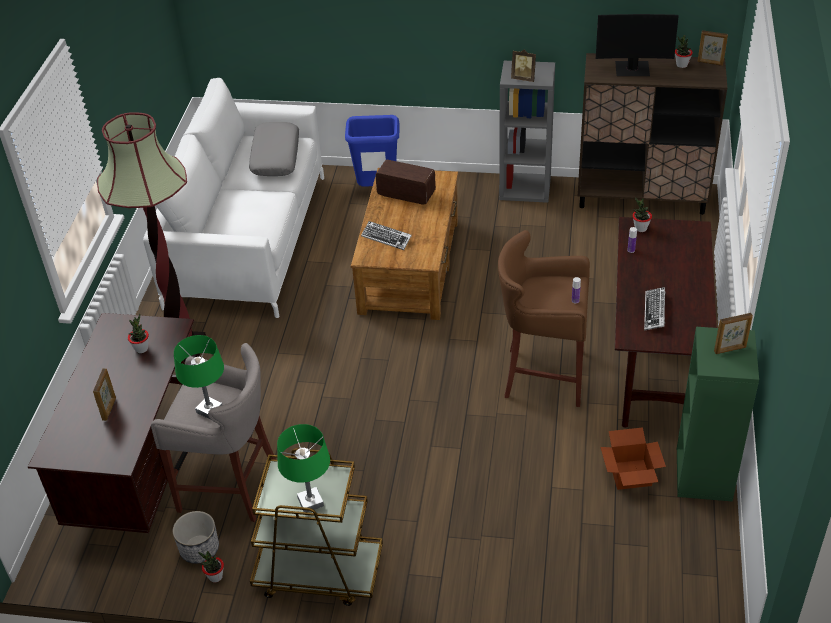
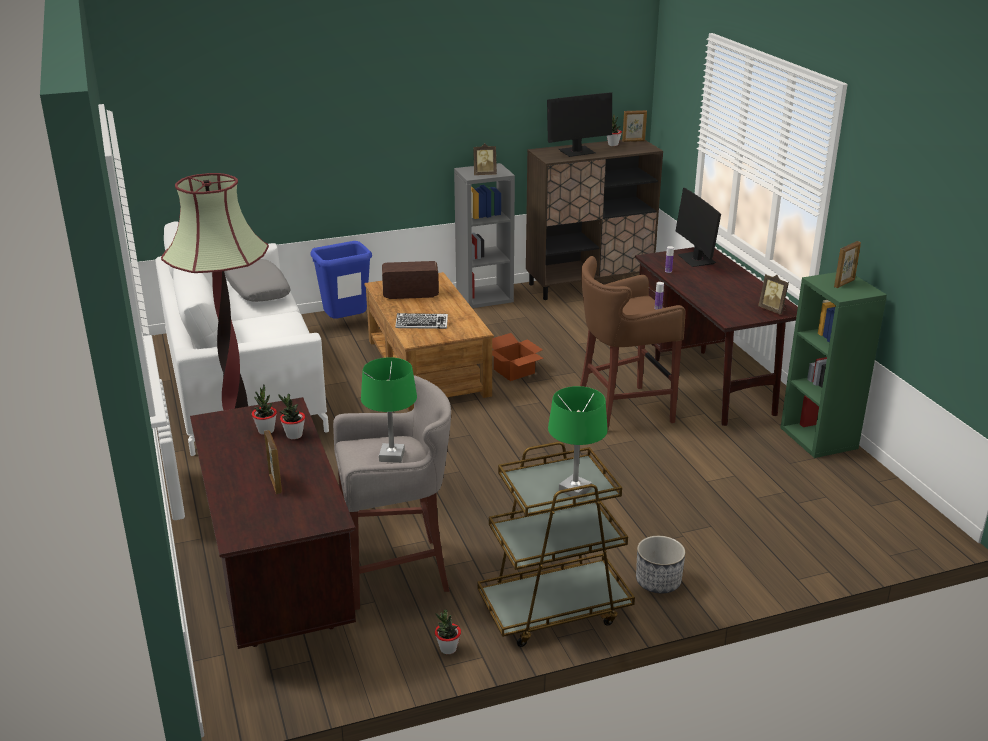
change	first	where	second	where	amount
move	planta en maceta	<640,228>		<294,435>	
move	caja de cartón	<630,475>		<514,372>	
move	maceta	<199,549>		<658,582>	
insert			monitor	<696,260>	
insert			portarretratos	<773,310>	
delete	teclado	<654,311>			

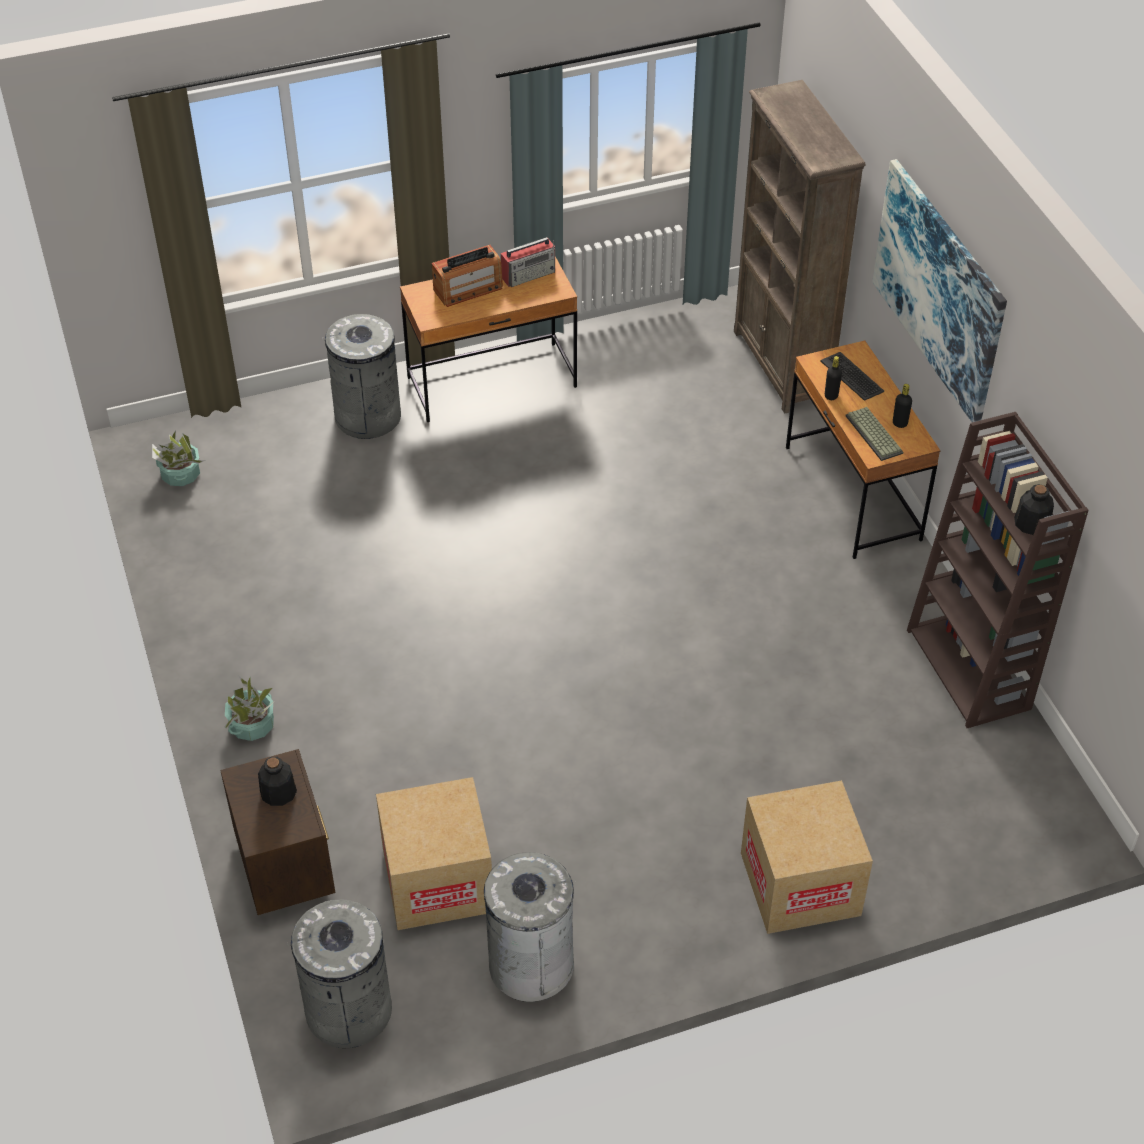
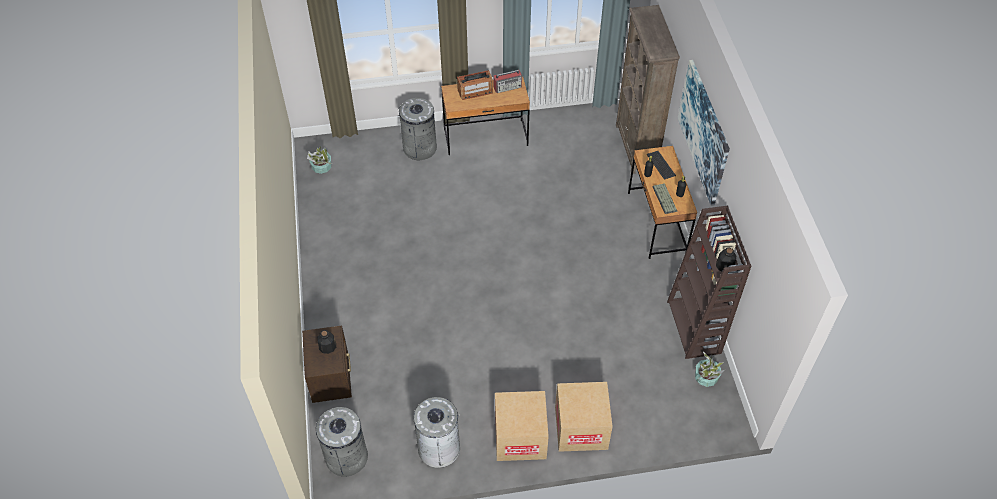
change	first	where	second	where	amount
move	caja de cartón	<437,880>		<520,437>	
move	planta en maceta	<252,725>		<706,377>	

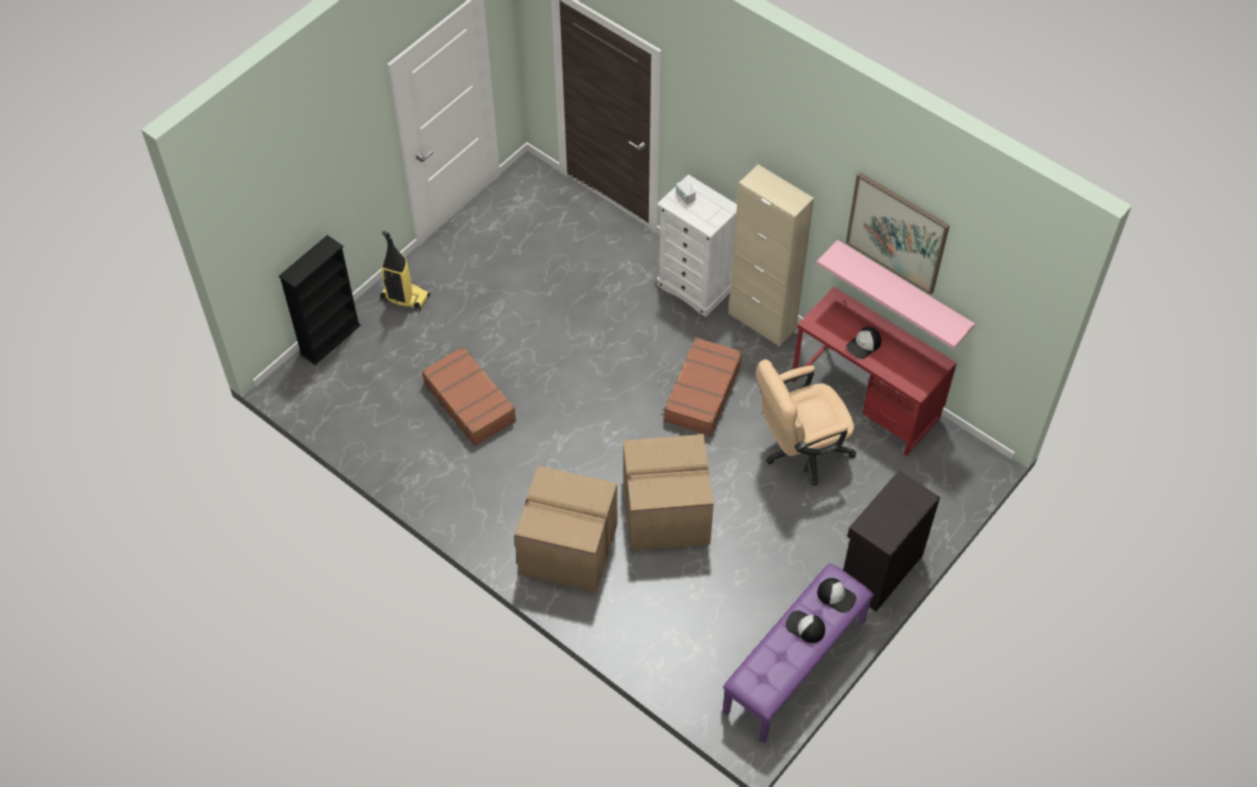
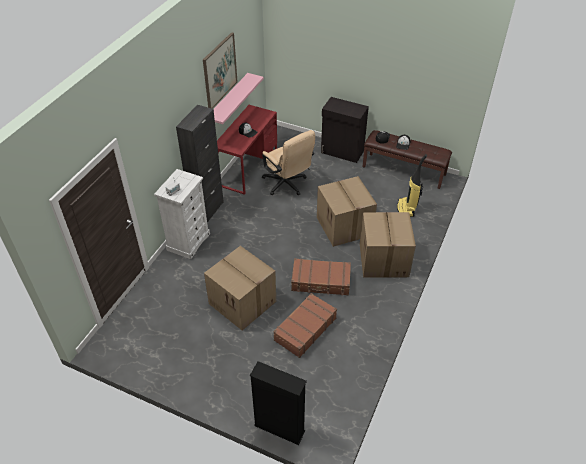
change	first	where	second	where	amount
recolor	armario [beis]	<762,321>	armario [negro]	<207,211>	
insert			caja de cartón	<243,302>	
move	maleta [marrón]	<701,393>		<321,282>	
recolor	banco [morado]	<795,667>	banco [marrón]	<404,170>	
move	aspiradora	<404,298>		<406,208>	

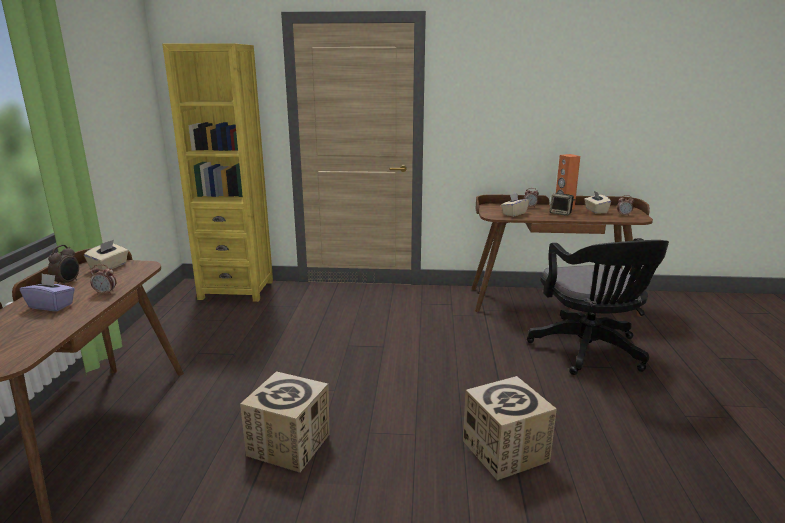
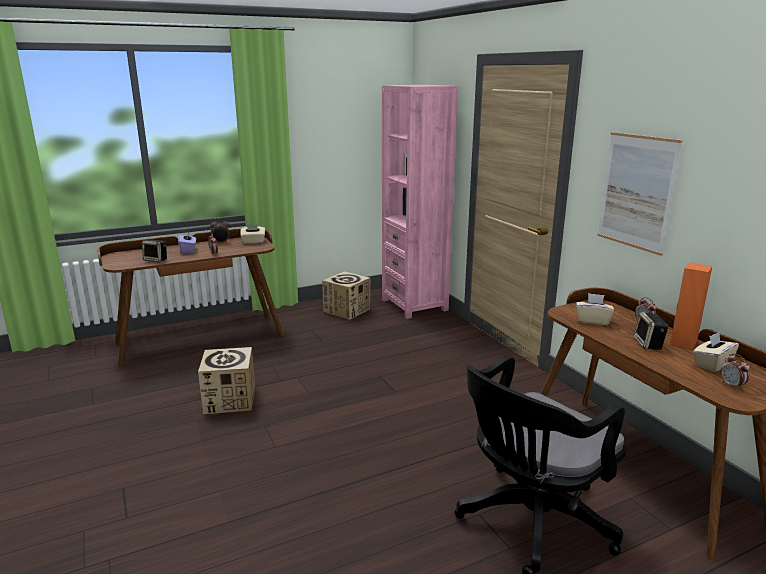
change	first	where	second	where	amount
insert			altavoz	<156,260>	
move	caja de cartón	<505,451>		<347,310>	
recolor	estantería [amarillo]	<236,290>	estantería [rosa]	<414,305>	
insert			cuadro	<636,192>	

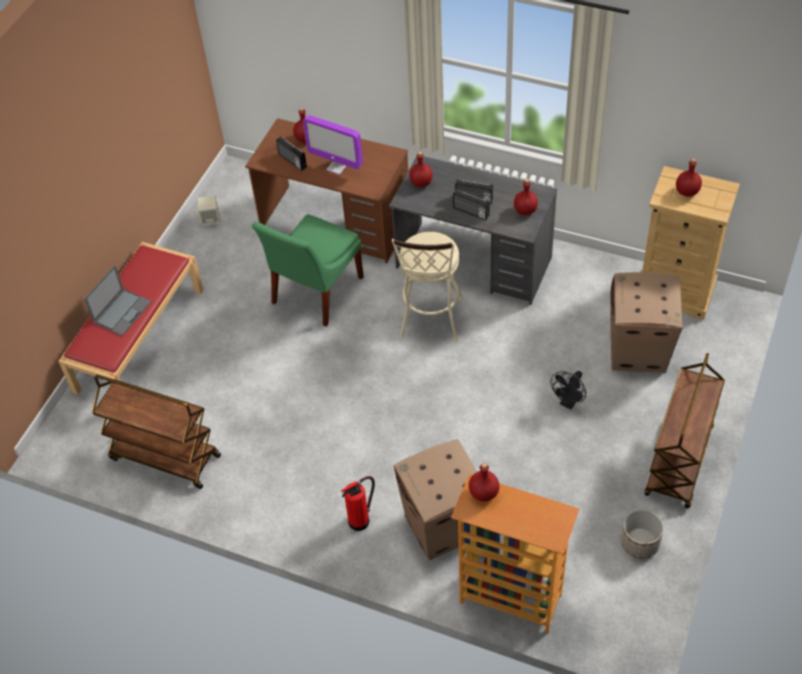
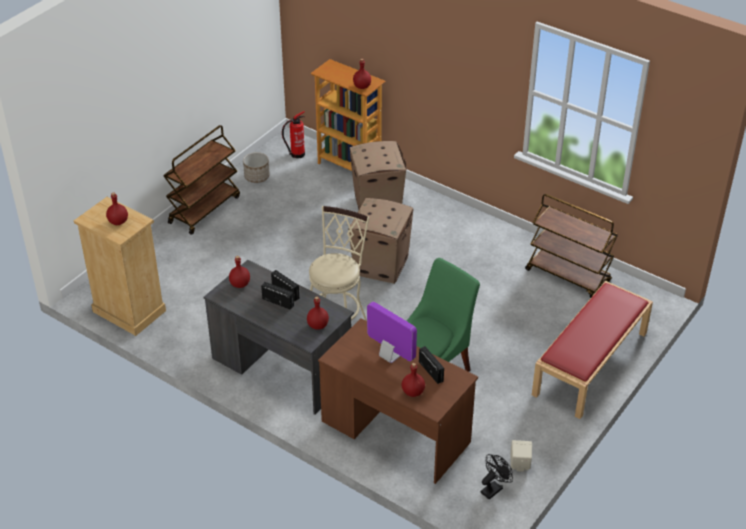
change	first	where	second	where	amount
move	extintor	<360,520>		<296,154>	
move	caja de cartón	<638,351>		<381,265>	
move	ventilador [negro]	<569,402>		<494,488>	
delete	portátil	<122,311>			

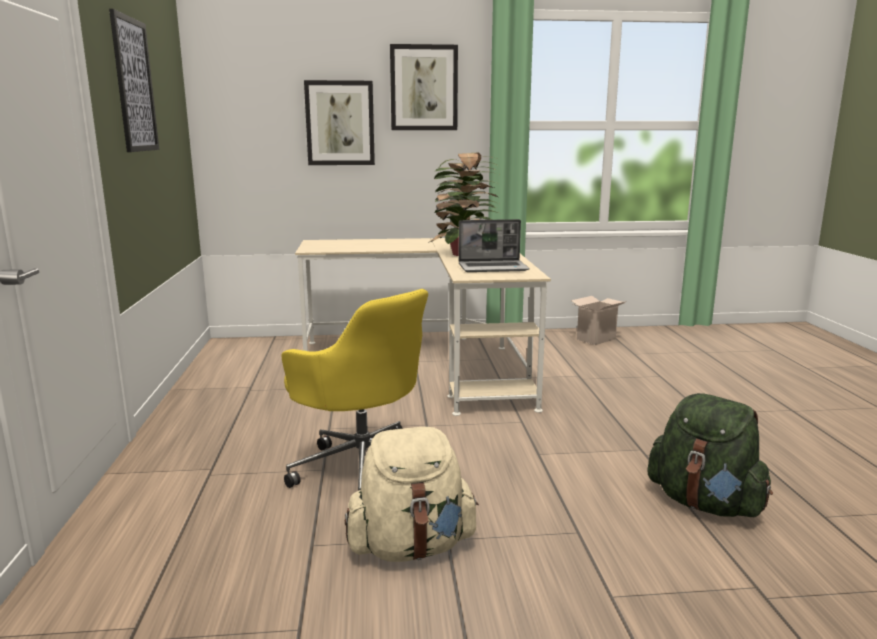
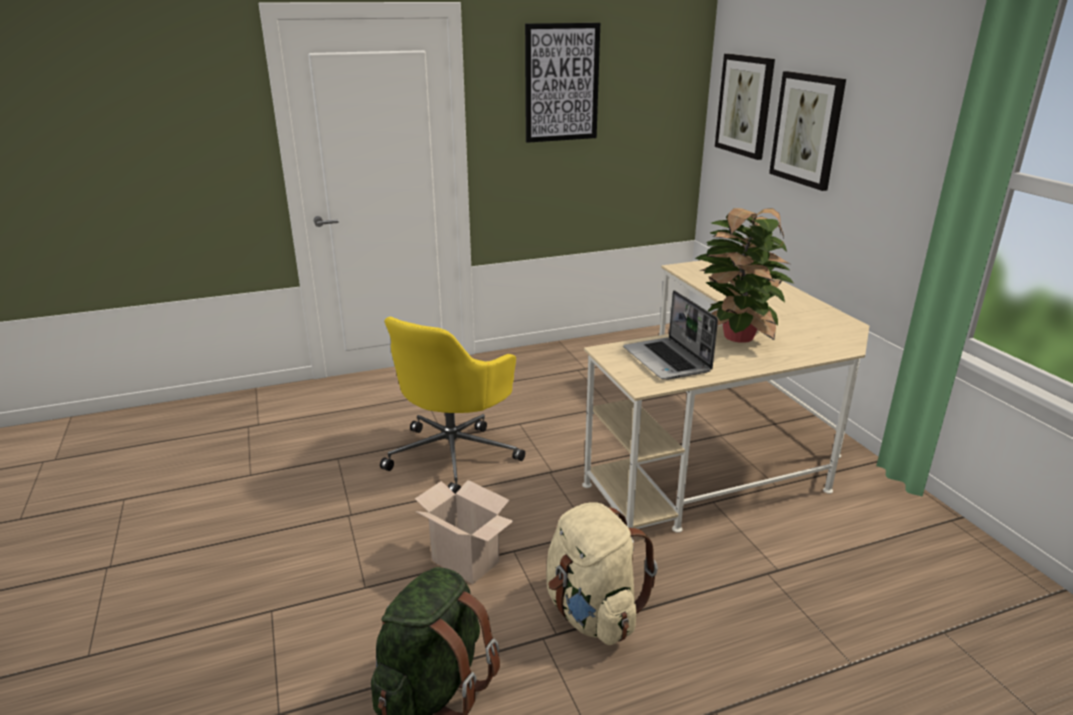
change	first	where	second	where	amount
move	caja de cartón	<596,339>		<468,561>	
move	mochila [beis]	<411,547>		<592,613>	
move	cuadro	<424,88>		<745,105>	

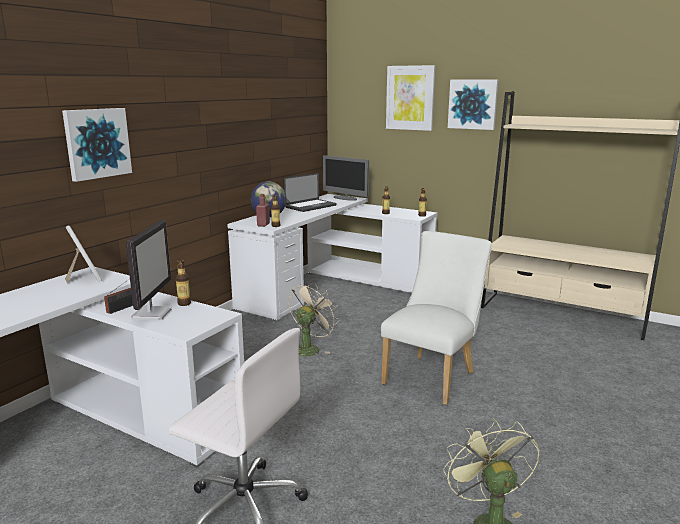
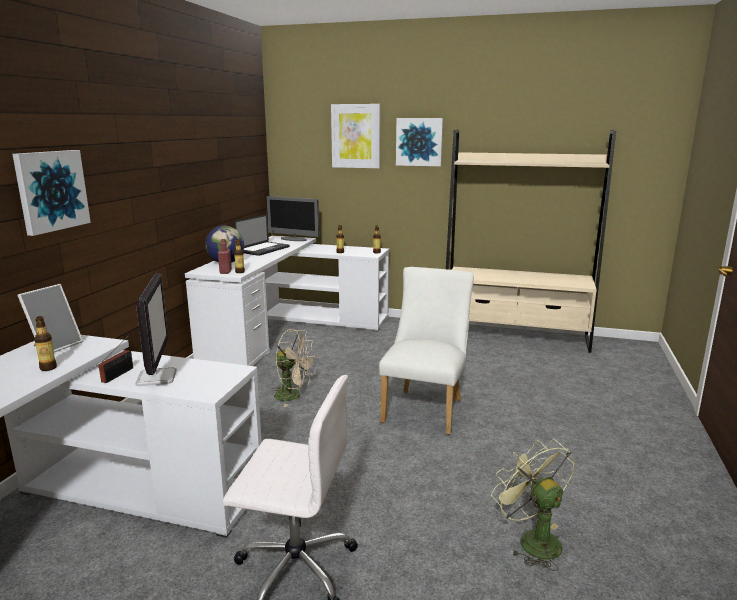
change	first	where	second	where	amount
rotate	portarretratos	<84,278>		<55,346>	75 degrees clockwise
move	botella	<184,303>		<48,368>	
rotate	ventilador [beis]	<309,348>		<293,396>	90 degrees clockwise

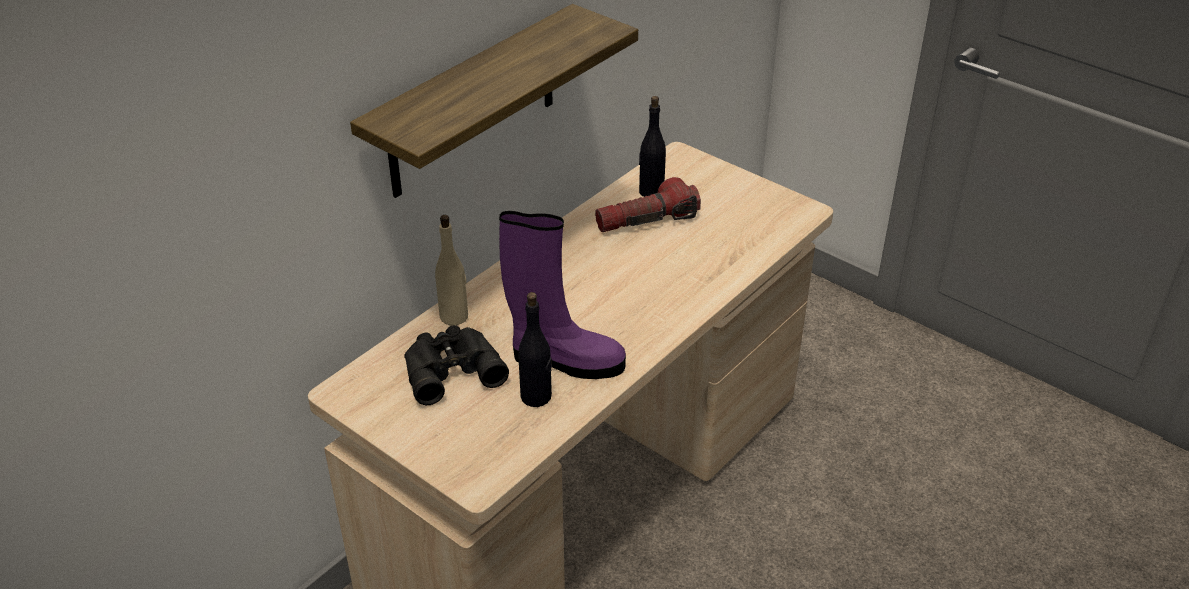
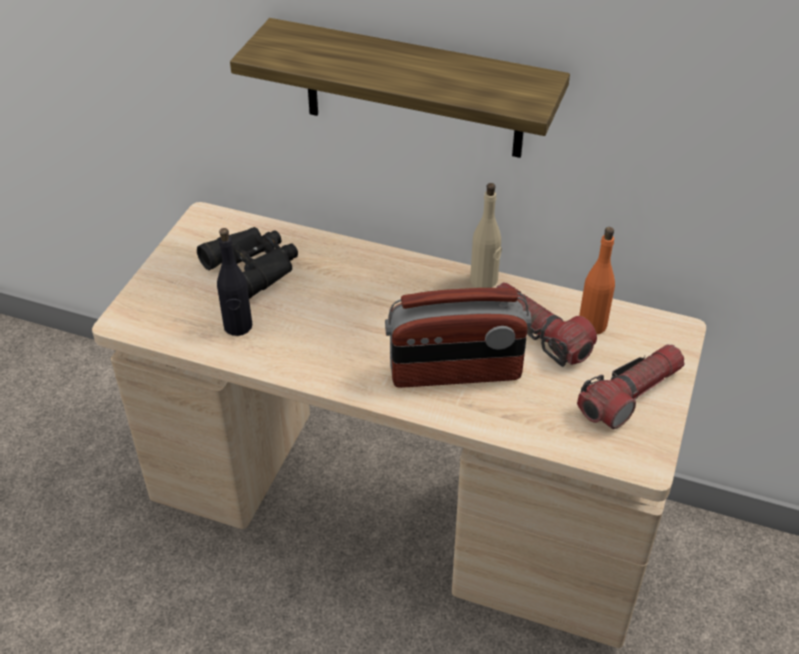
change	first	where	second	where	amount
insert			radio	<455,373>	
move	botella [beis]	<454,316>		<484,280>	
insert			linterna	<630,395>	
recolor	botella [negro]	<651,192>	botella [naranja]	<592,324>	
delete	bota [morado]	<565,360>			

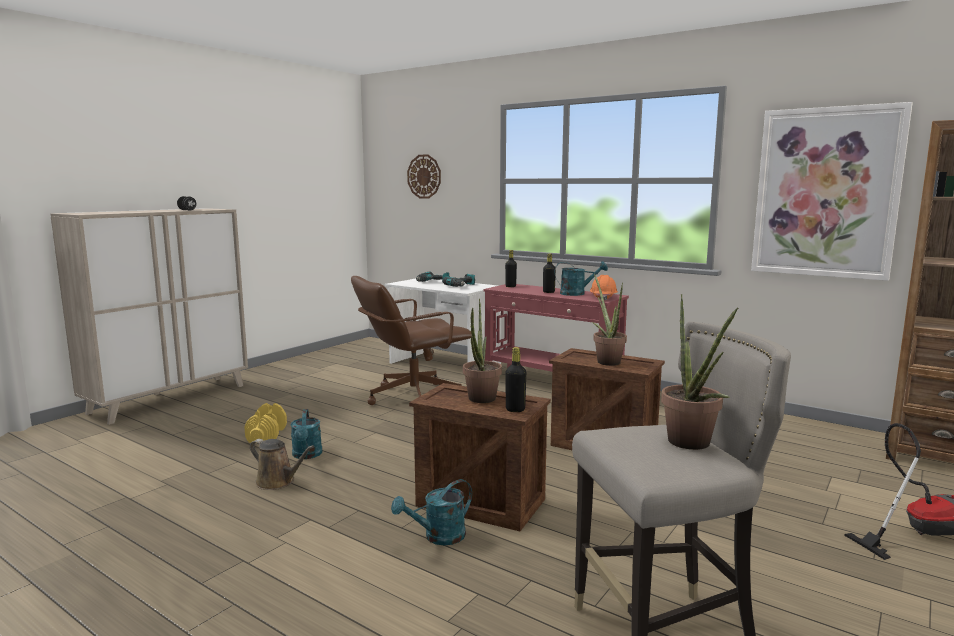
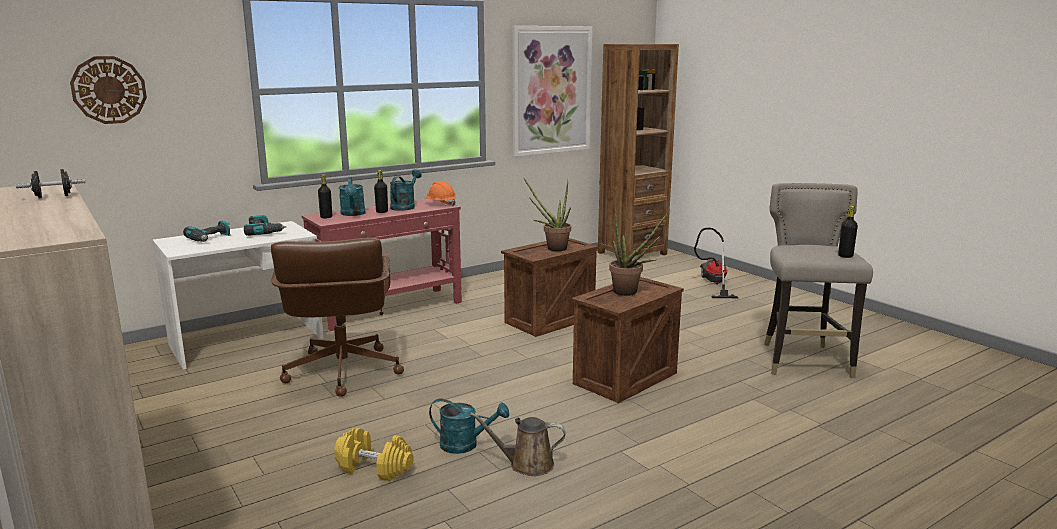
change	first	where	second	where	amount
move	regadera [turquesa]	<438,537>		<353,214>	
rotate	regadera [marrón]	<278,482>		<527,464>	135 degrees counterclockwise
move	botella [negro]	<515,410>		<845,256>	
delete	planta en maceta	<692,445>			

